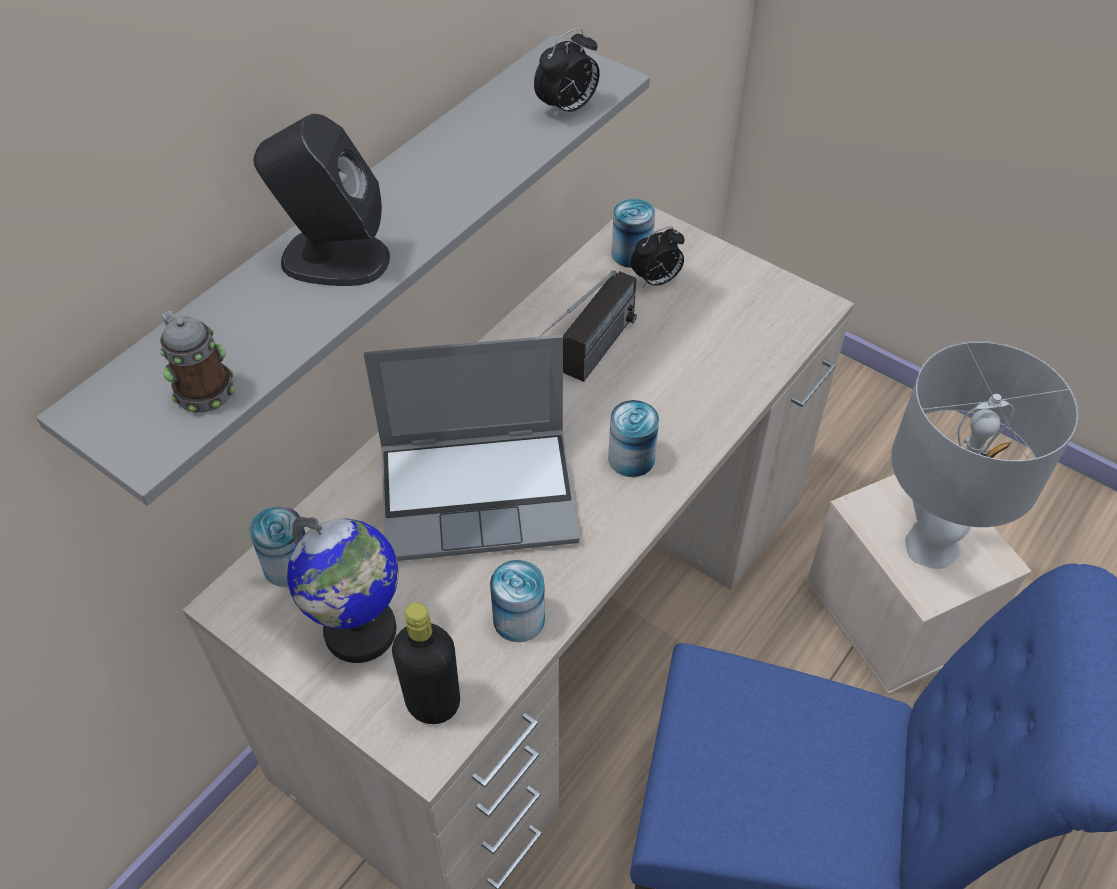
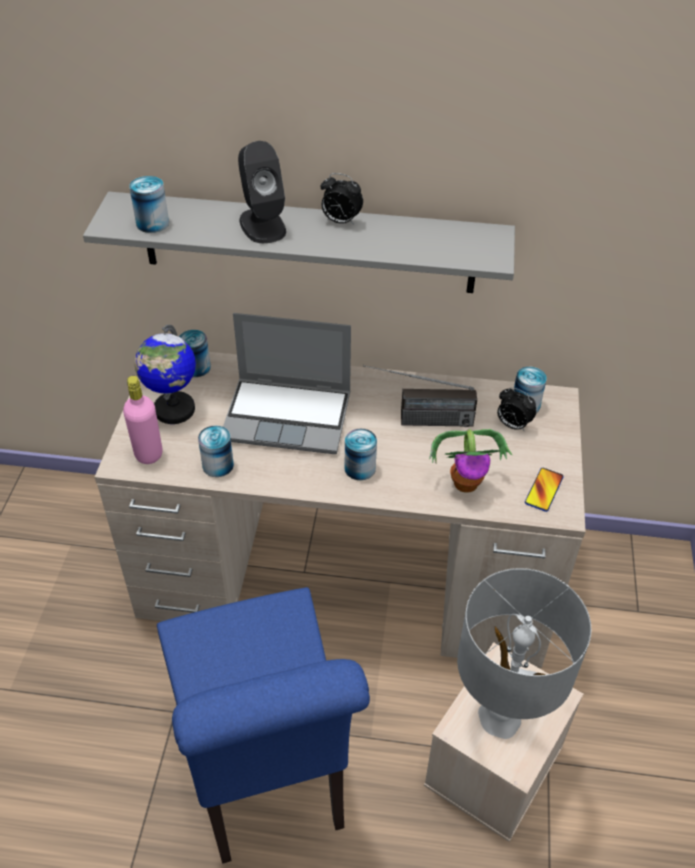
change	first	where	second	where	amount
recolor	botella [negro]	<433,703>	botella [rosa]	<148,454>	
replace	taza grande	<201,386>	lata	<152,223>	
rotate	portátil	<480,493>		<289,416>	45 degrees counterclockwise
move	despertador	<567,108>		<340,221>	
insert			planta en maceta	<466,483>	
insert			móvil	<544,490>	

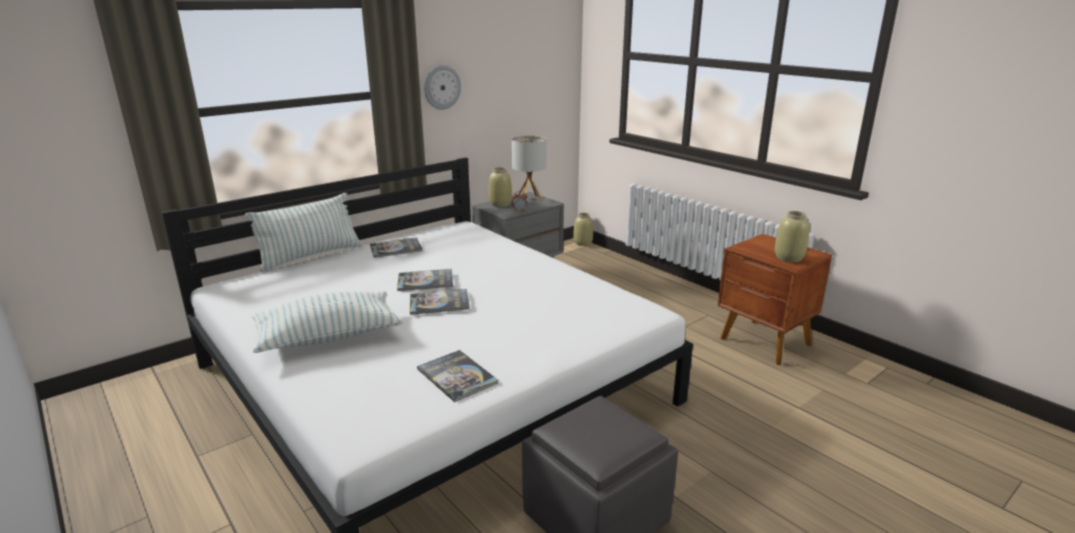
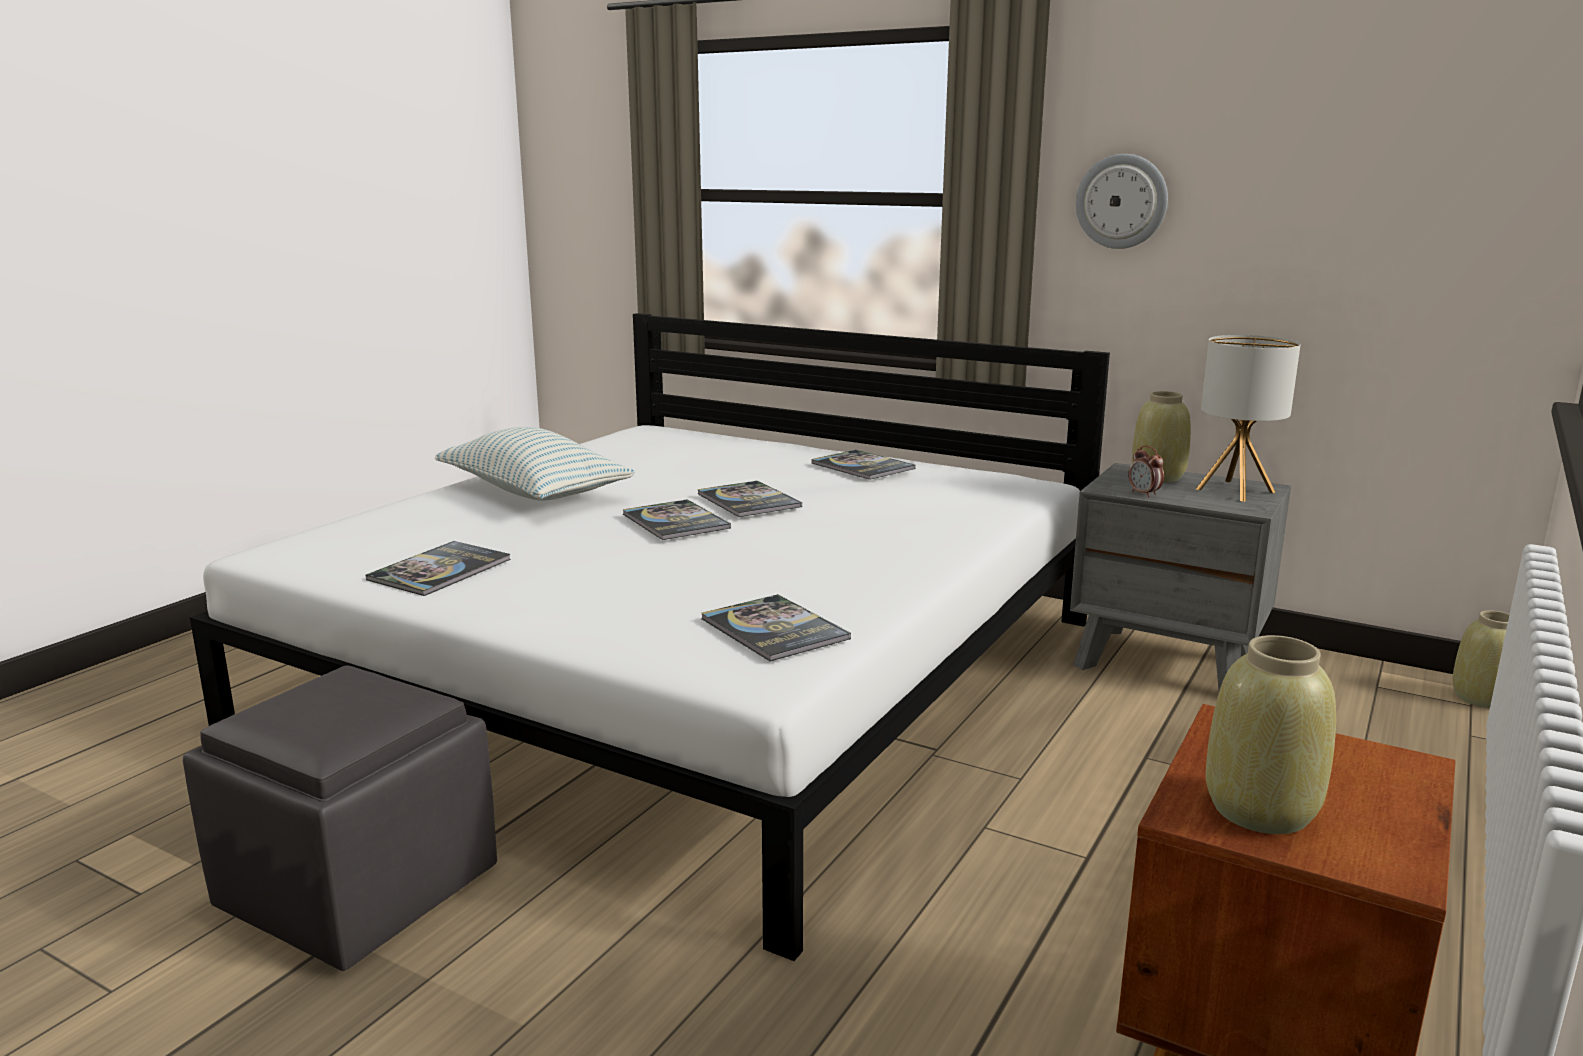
change	first	where	second	where	amount
insert			libro	<774,629>	
delete	cojín	<310,256>			

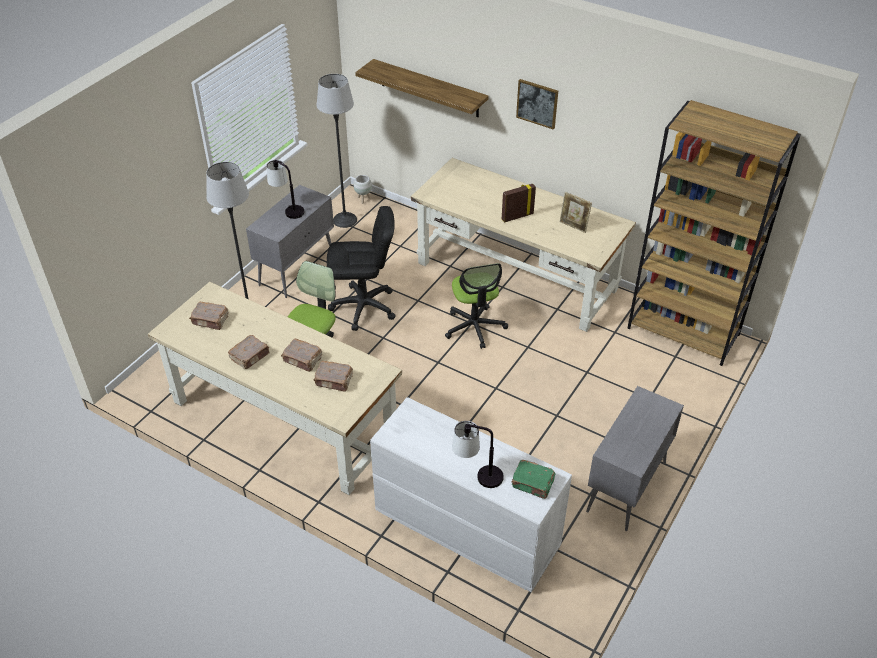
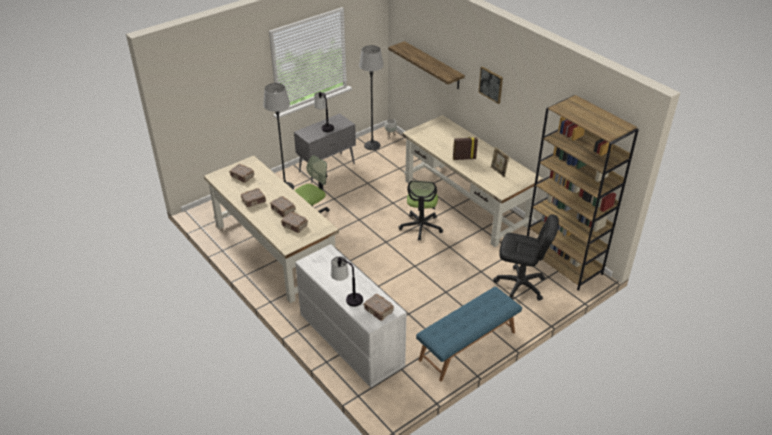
change	first	where	second	where	amount
recolor	libro [verde]	<533,484>	libro [marrón]	<378,311>	
replace	armario [gris]	<626,487>	banco [azul]	<468,346>	
move	silla de oficina [negro]	<364,307>		<520,285>	

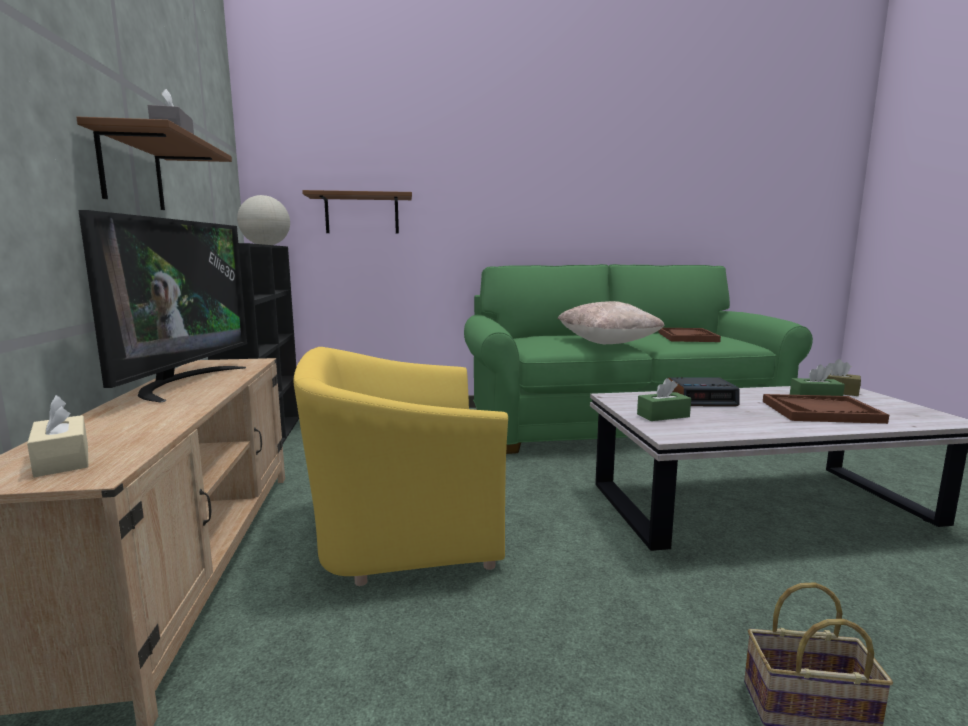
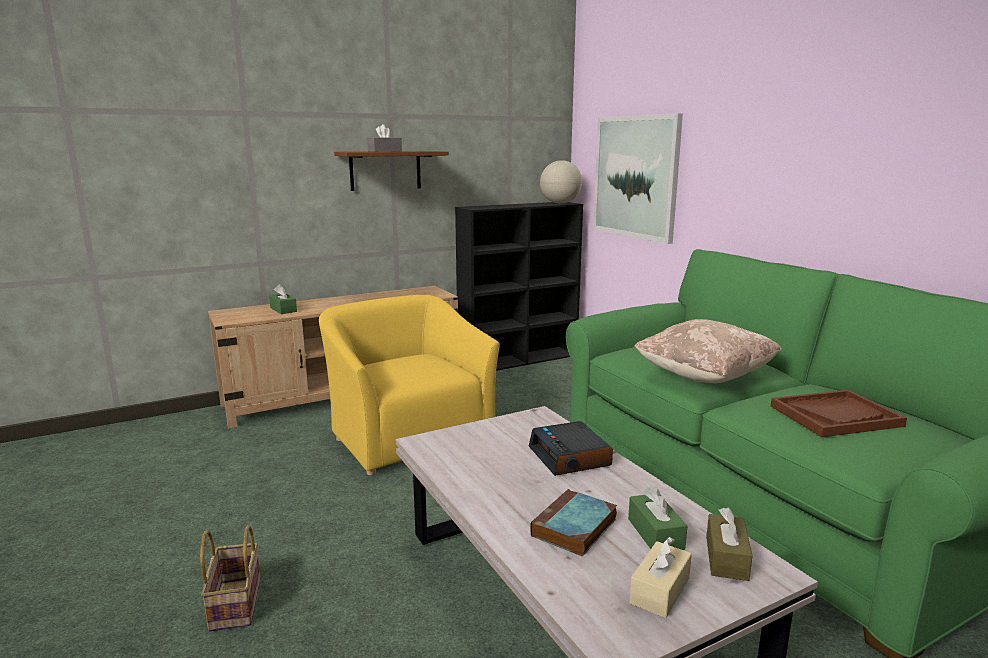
change	first	where	second	where	amount
move	caja de pañuelos [verde]	<663,415>		<283,310>	
replace	bandeja [marrón]	<821,411>	libro	<574,528>	
replace	estante [marrón]	<362,214>	cuadro	<635,177>	
move	caja de pañuelos [beis]	<62,460>		<660,590>	
delete	televisor	<182,383>			

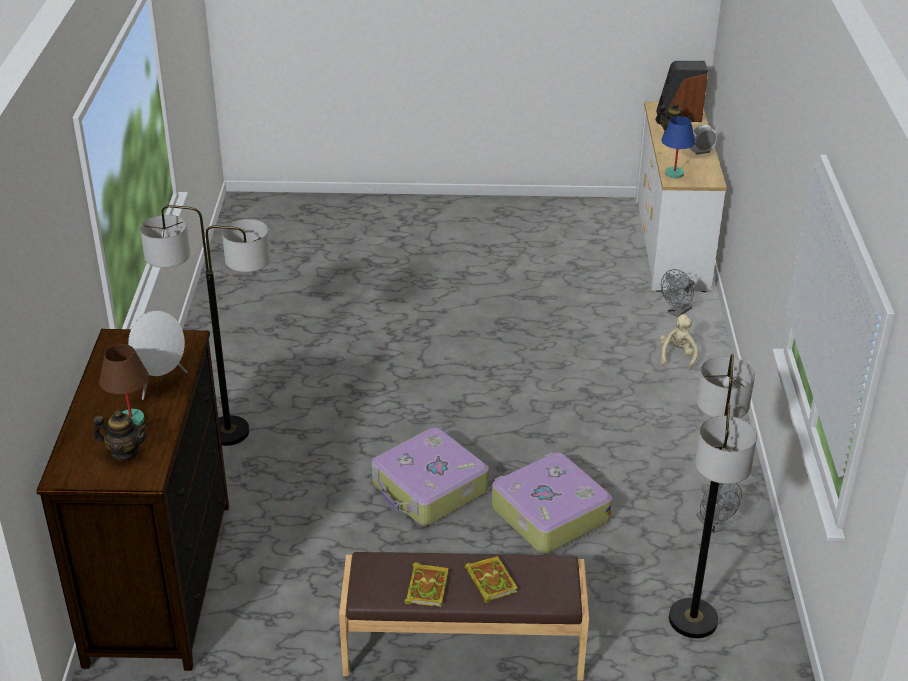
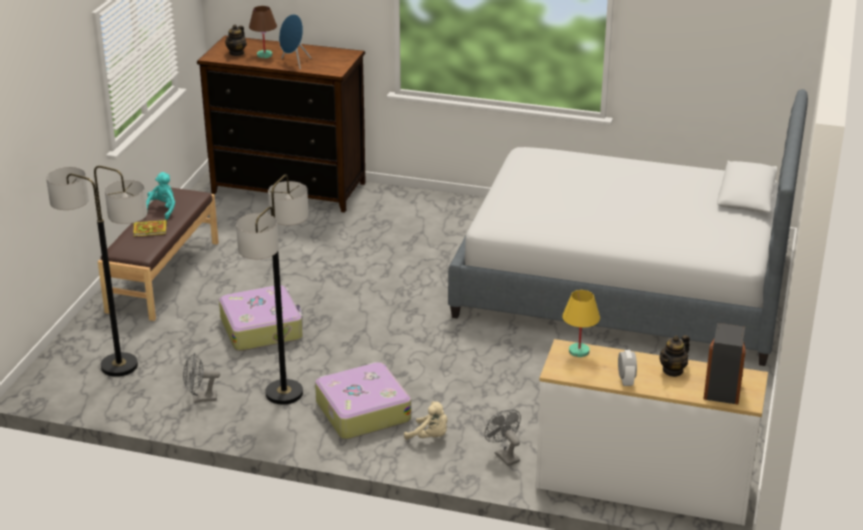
change	first	where	second	where	amount
replace	libro	<426,586>	peluche [turquesa]	<162,210>	
move	lámpara de pie	<228,432>		<284,393>	
recolor	altavoz [blanco]	<161,383>	altavoz [azul]	<294,63>	
move	maleta	<429,489>		<362,411>	
insert			cama	<623,284>	
recolor	lámpara de mesa [azul]	<674,174>	lámpara de mesa [amarillo]	<578,351>	

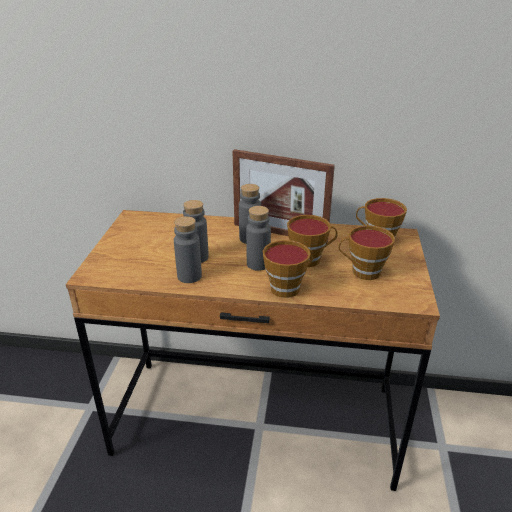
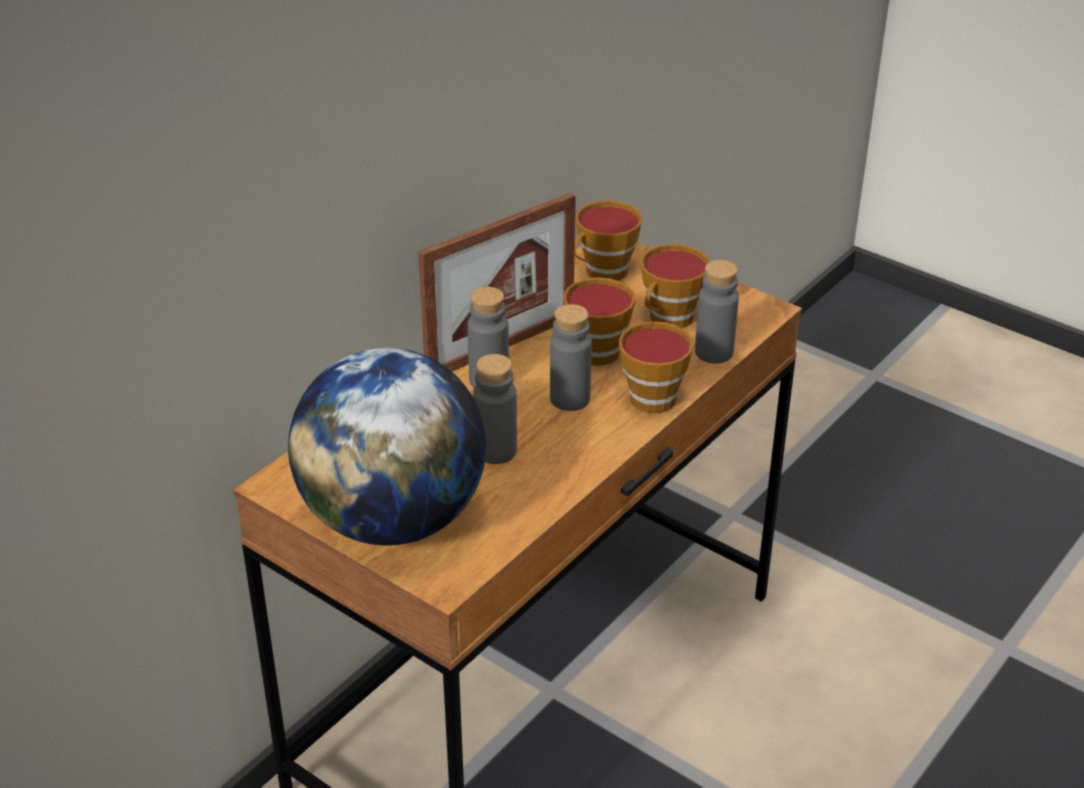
change	first	where	second	where	amount
insert			globo terráqueo	<393,520>	
move	botella [gris]	<189,276>		<714,352>	

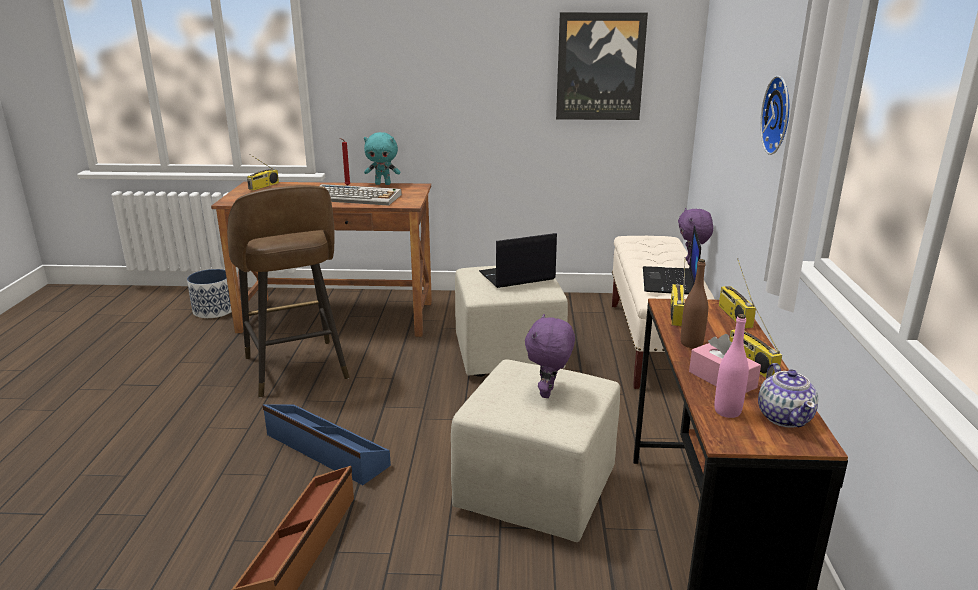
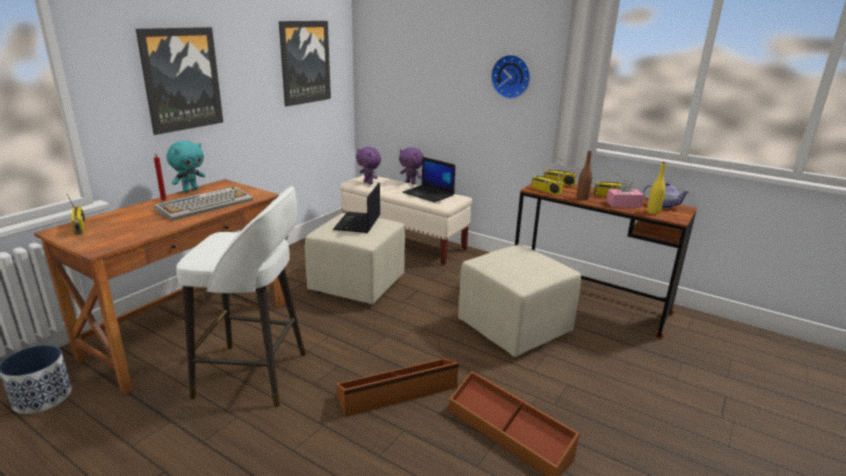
change	first	where	second	where	amount
insert			cuadro	<181,79>	
recolor	taburete [marrón]	<296,370>	taburete [blanco]	<255,375>	
recolor	caja de almacenaje [azul]	<325,450>	caja de almacenaje [marrón]	<398,393>	
move	peluche [morado]	<548,393>		<369,183>	
recolor	botella [rosa]	<727,411>	botella [amarillo]	<653,212>	

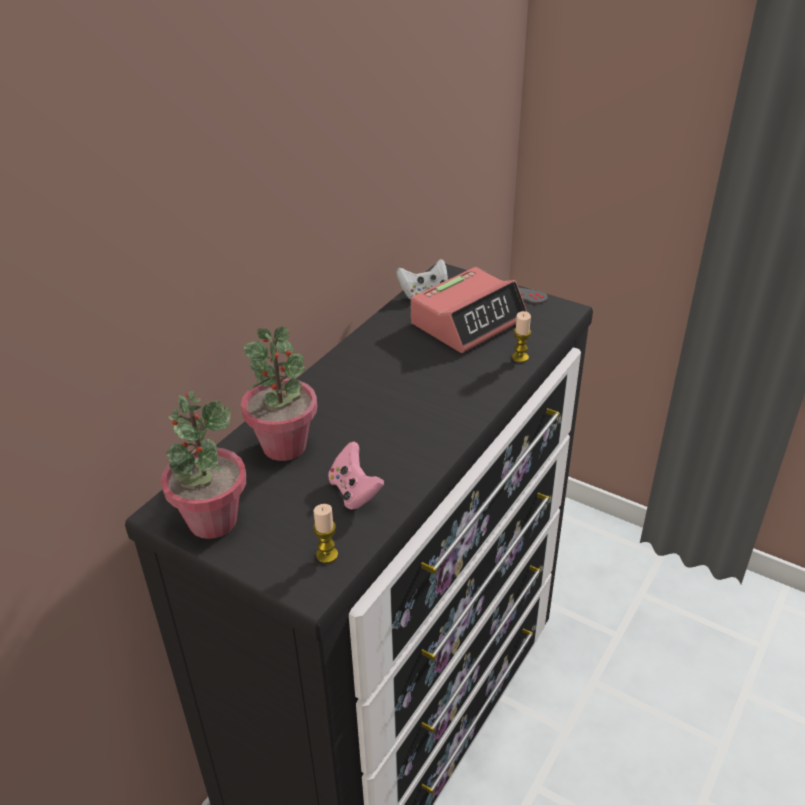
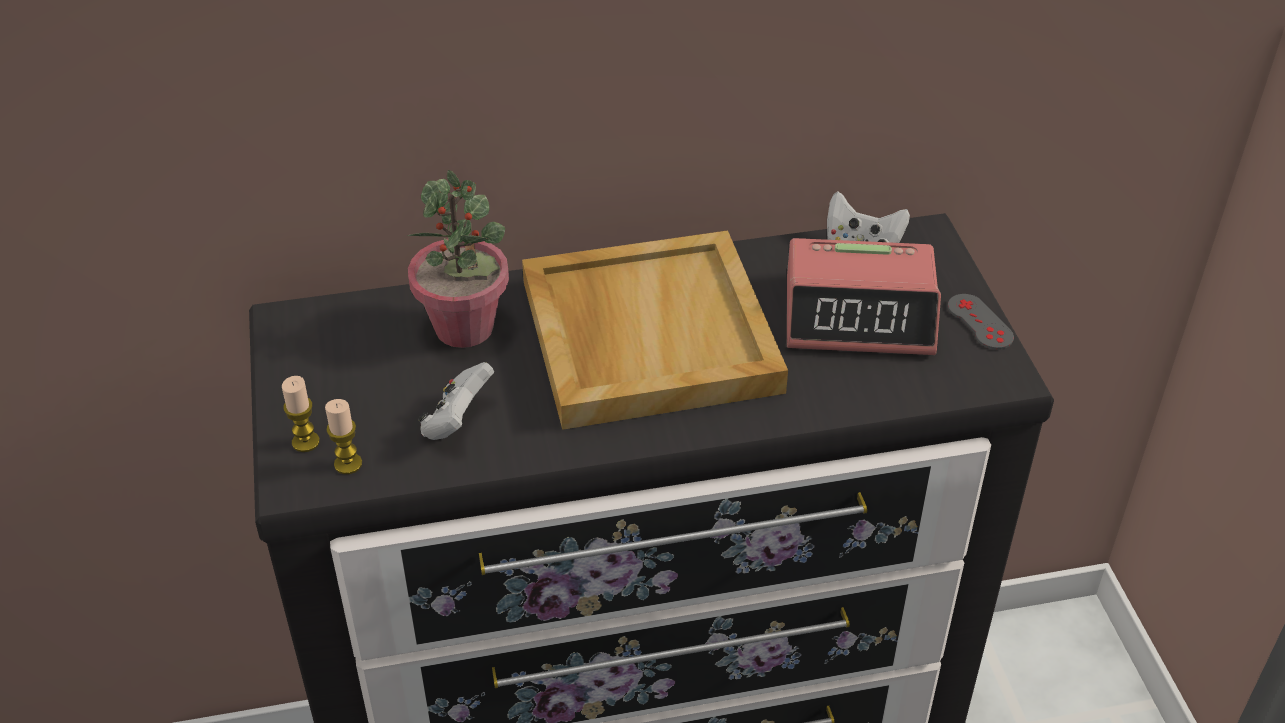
change	first	where	second	where	amount
move	vela	<520,357>		<305,442>	
recolor	mando de consola [rosa]	<354,492>	mando de consola [blanco]	<457,422>	
insert			bandeja [beis]	<646,334>	
delete	planta en maceta	<212,521>			

